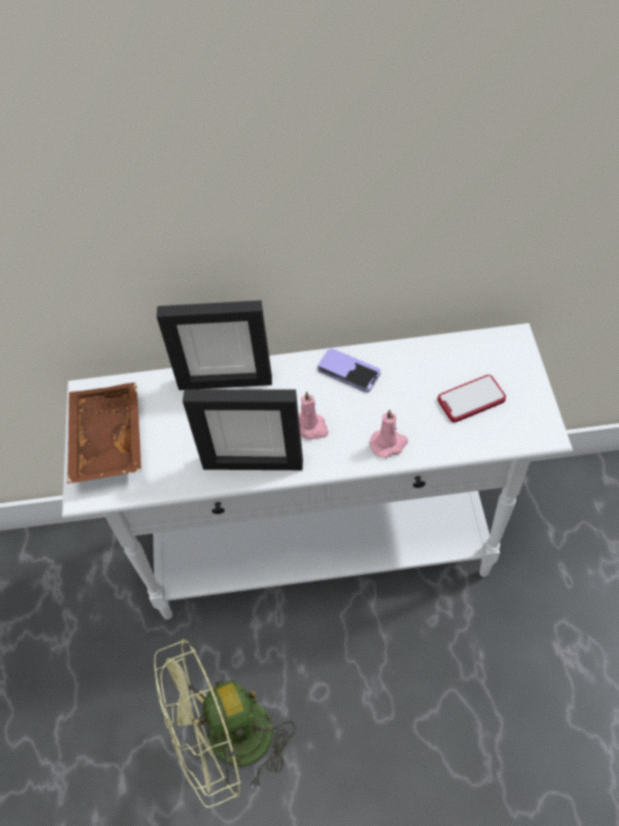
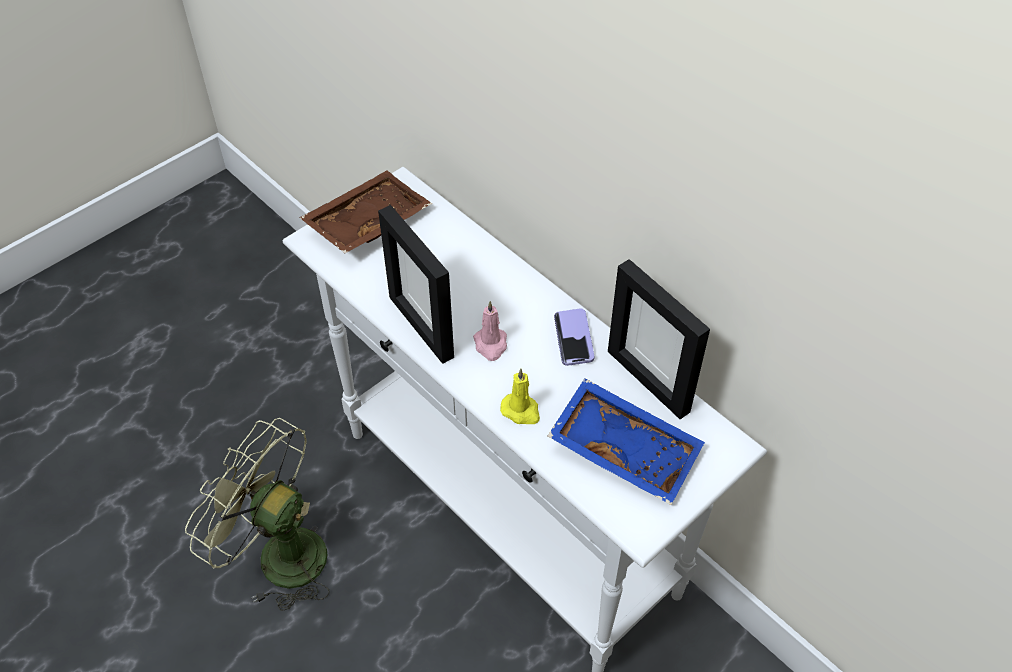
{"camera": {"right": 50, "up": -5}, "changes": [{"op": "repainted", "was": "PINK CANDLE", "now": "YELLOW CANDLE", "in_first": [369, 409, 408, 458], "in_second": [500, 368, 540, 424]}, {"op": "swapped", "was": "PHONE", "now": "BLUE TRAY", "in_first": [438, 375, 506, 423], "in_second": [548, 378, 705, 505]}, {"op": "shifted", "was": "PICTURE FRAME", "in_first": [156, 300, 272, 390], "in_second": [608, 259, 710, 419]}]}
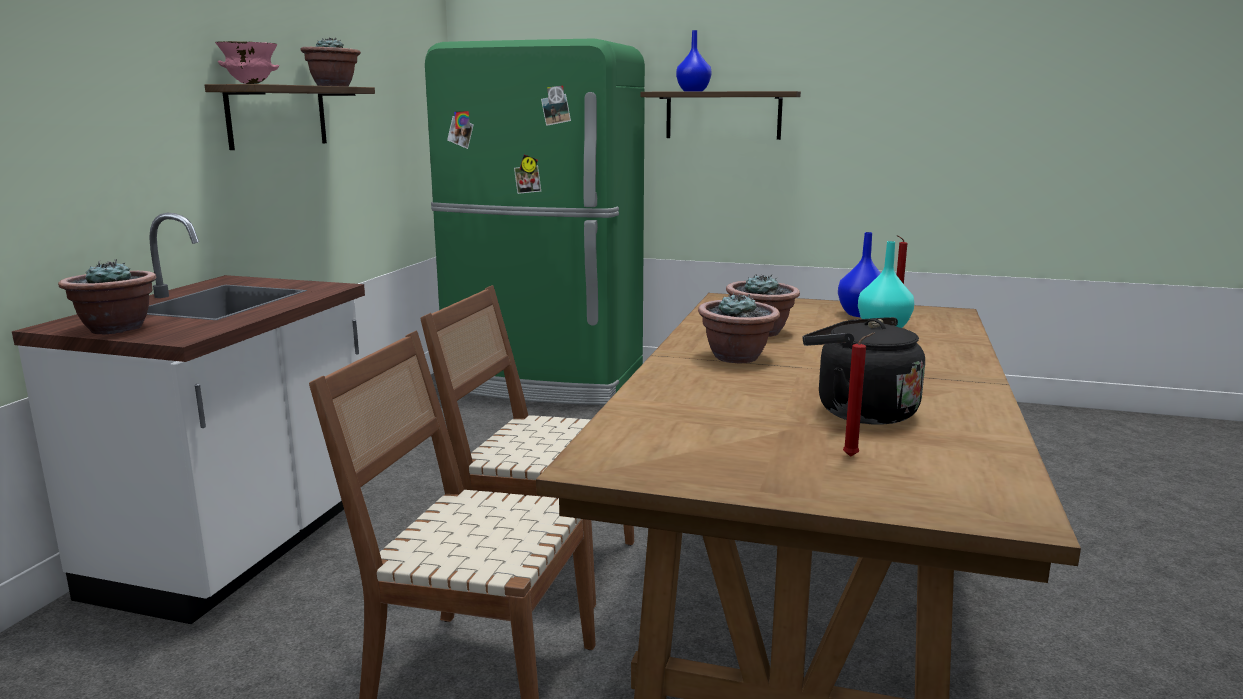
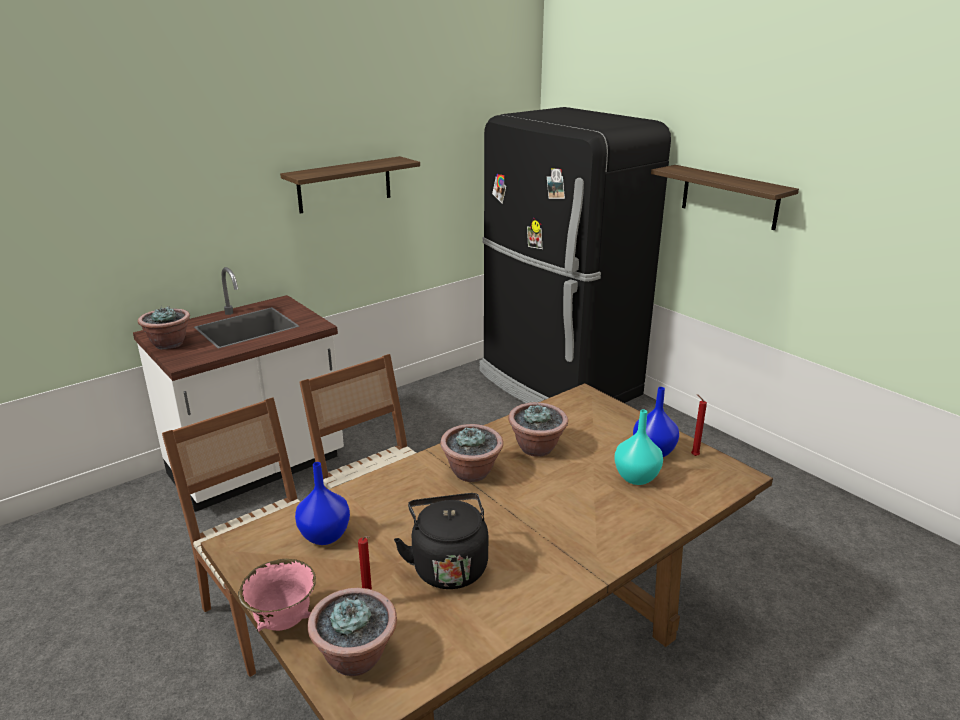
{"camera": {"right": 35, "up": 10}, "changes": [{"op": "shifted", "was": "PINK BOWL", "in_first": [215, 41, 279, 84], "in_second": [238, 559, 316, 632]}, {"op": "shifted", "was": "BLUE VASE", "in_first": [676, 30, 711, 91], "in_second": [295, 462, 350, 545]}, {"op": "shifted", "was": "POTTED PLANT", "in_first": [301, 37, 361, 87], "in_second": [308, 588, 397, 676]}, {"op": "repainted", "was": "GREEN FRIDGE", "now": "BLACK FRIDGE", "in_first": [425, 38, 645, 405], "in_second": [479, 107, 671, 403]}]}
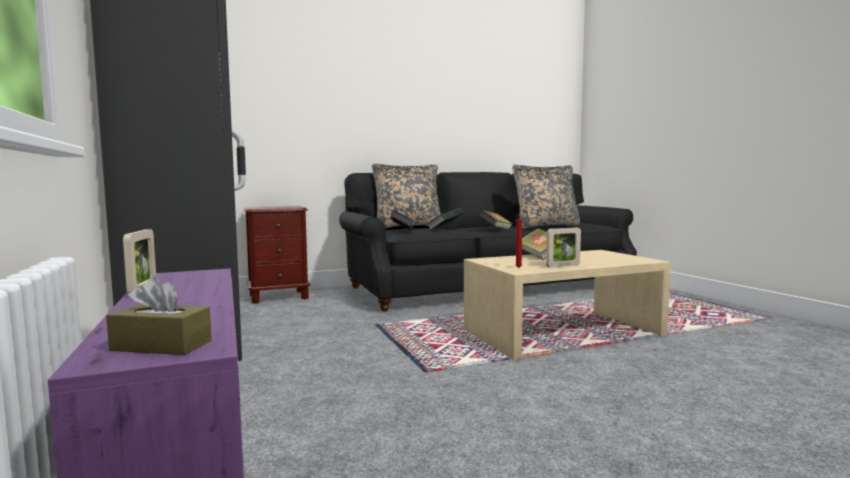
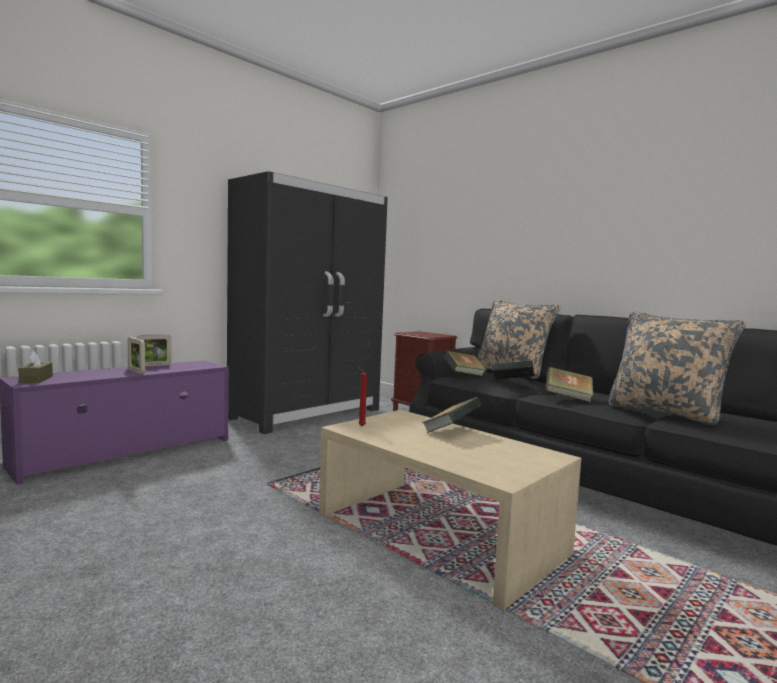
{"camera": {"right": 65, "up": 0}, "changes": [{"op": "shifted", "was": "PICTURE FRAME", "in_first": [546, 227, 581, 268], "in_second": [128, 337, 145, 374]}]}
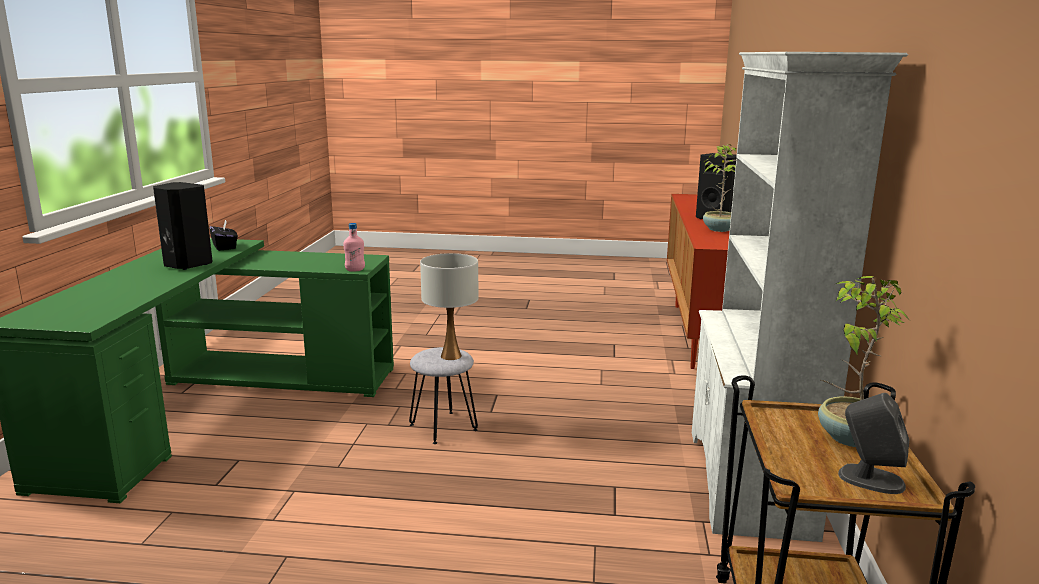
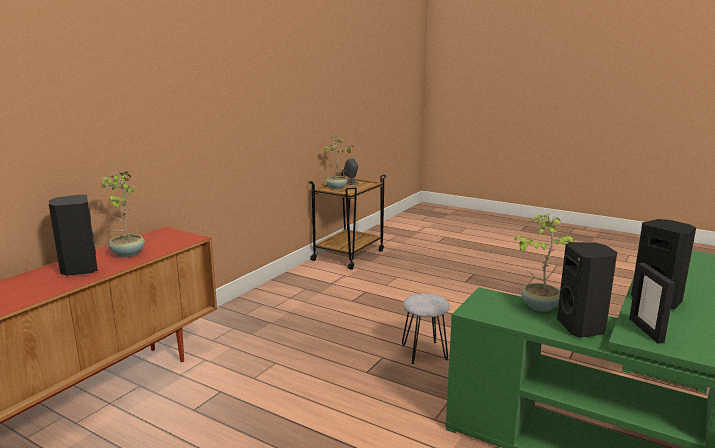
{"camera": {"right": -155, "up": 0}, "changes": [{"op": "new", "now": "POTTED PLANT", "in_second": [514, 213, 574, 312]}, {"op": "new", "now": "BLACK SPEAKER", "in_second": [557, 242, 617, 338]}, {"op": "swapped", "was": "BLACK TISSUE BOX", "now": "PICTURE FRAME", "in_first": [209, 219, 238, 251], "in_second": [629, 263, 675, 343]}, {"op": "gone", "was": "PINK BOTTLE", "in_first": [344, 223, 365, 272]}, {"op": "gone", "was": "WHITE TABLE LAMP", "in_first": [420, 253, 478, 360]}, {"op": "gone", "was": "WHITE BOOKCASE", "in_first": [692, 52, 908, 542]}]}
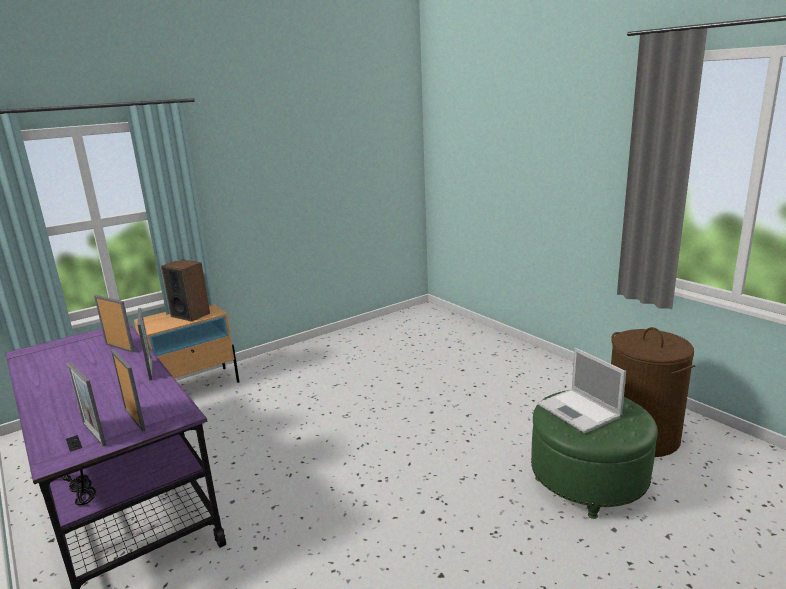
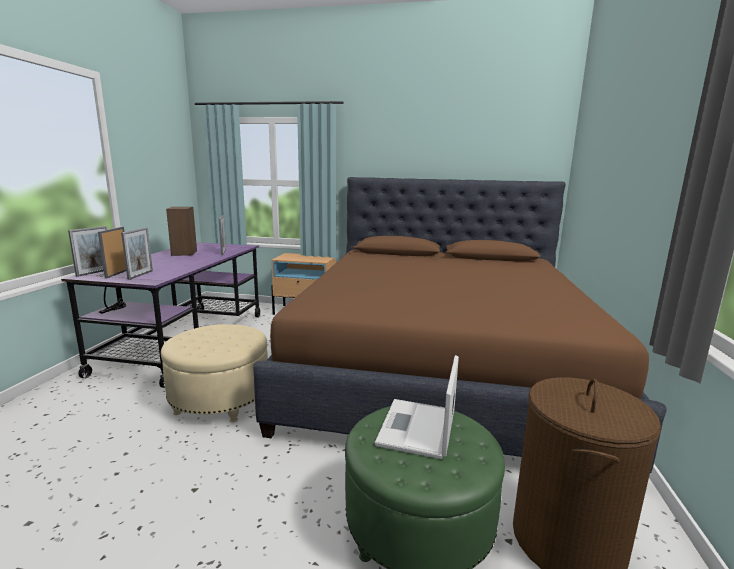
{"camera": {"right": 45, "up": -5}, "changes": [{"op": "shifted", "was": "PICTURE FRAME", "in_first": [137, 308, 152, 380], "in_second": [68, 226, 108, 277]}, {"op": "new", "now": "BEIGE OTTOMAN", "in_second": [161, 324, 268, 422]}, {"op": "shifted", "was": "SPEAKER", "in_first": [161, 260, 210, 322], "in_second": [166, 207, 197, 256]}, {"op": "new", "now": "BROWN BED", "in_second": [253, 177, 667, 473]}]}
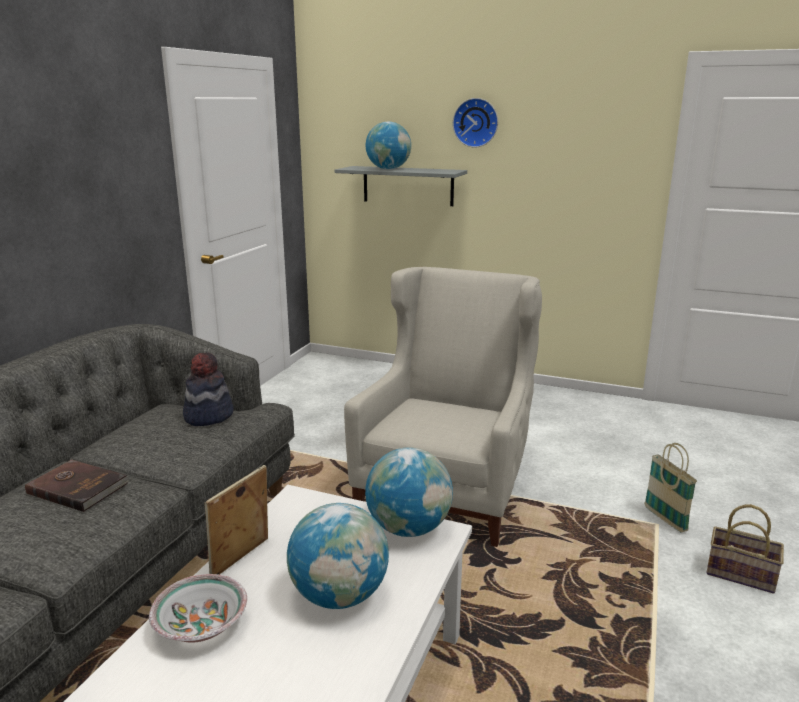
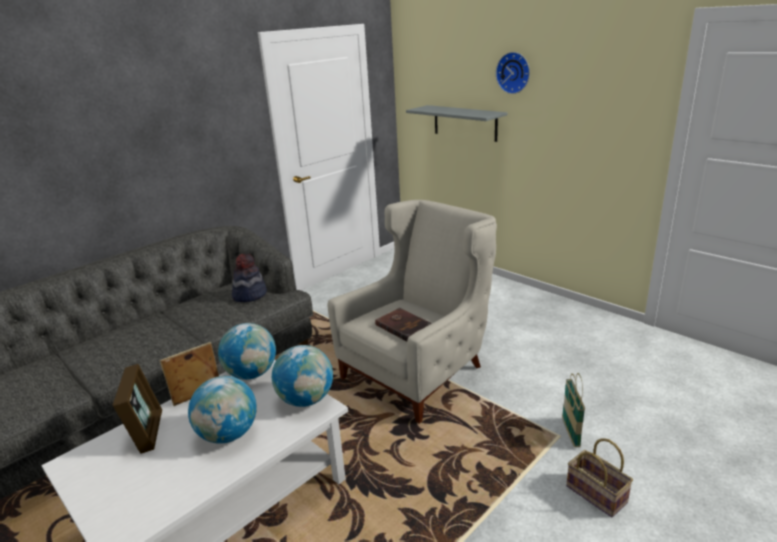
{"camera": {"right": 25, "up": 5}, "changes": [{"op": "swapped", "was": "BOWL", "now": "PICTURE FRAME", "in_first": [149, 574, 247, 643], "in_second": [113, 364, 162, 454]}, {"op": "shifted", "was": "GLOBE", "in_first": [366, 122, 411, 169], "in_second": [218, 323, 276, 380]}, {"op": "shifted", "was": "BROWN BOOK", "in_first": [25, 459, 129, 512], "in_second": [375, 308, 432, 341]}]}
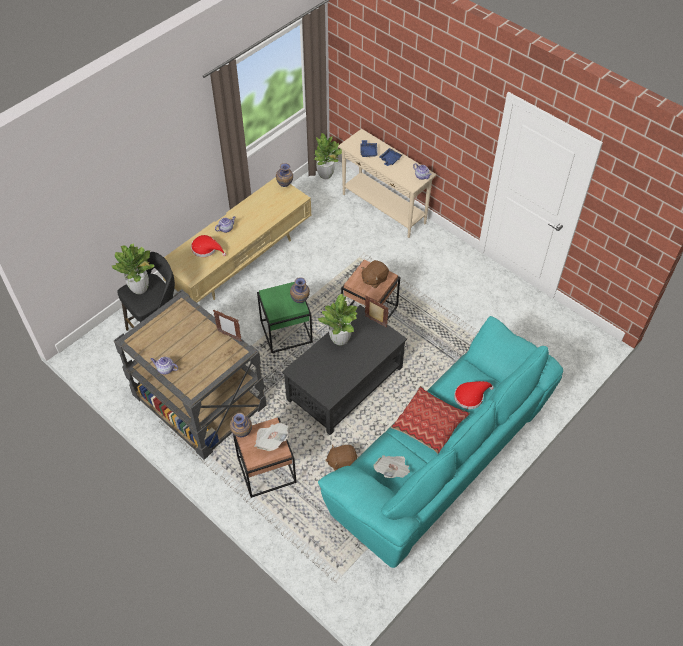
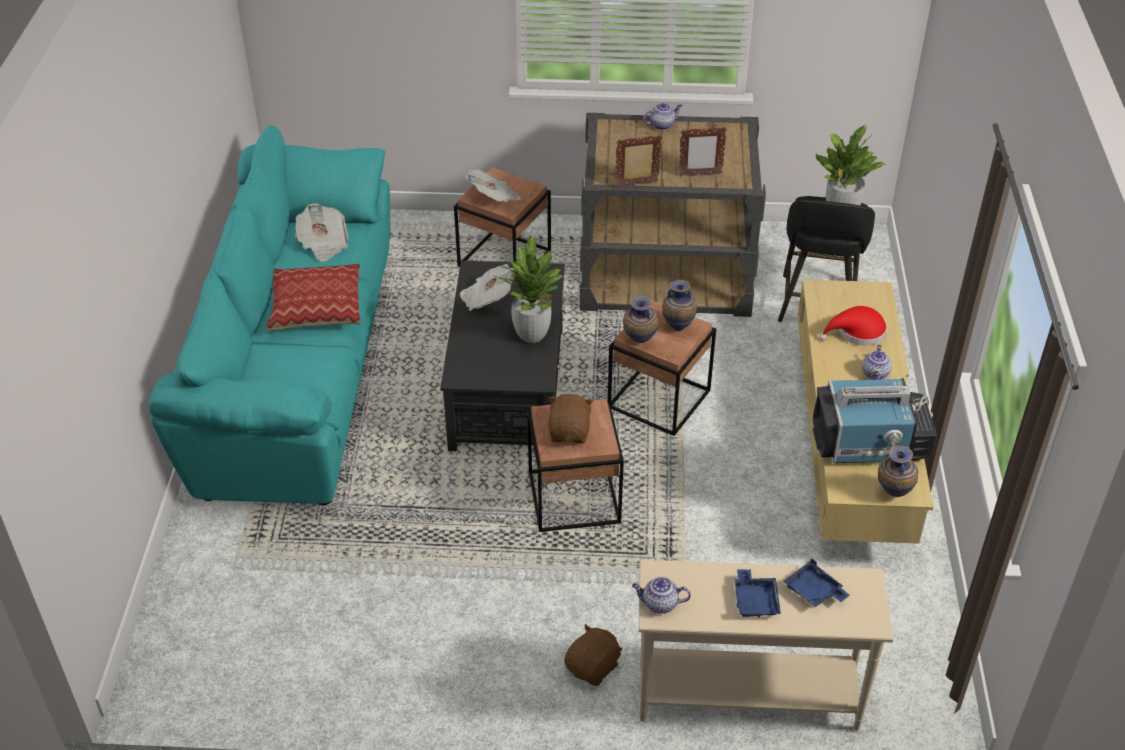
{"camera": {"right": 140, "up": -10}, "changes": [{"op": "new", "now": "NEWSPAPER", "in_second": [460, 264, 515, 311]}, {"op": "shifted", "was": "BROWN PLUSH TOY", "in_first": [325, 445, 357, 471], "in_second": [564, 624, 623, 686]}, {"op": "repainted", "was": "GREEN SIDE TABLE", "now": "BROWN SIDE TABLE", "in_first": [257, 282, 313, 353], "in_second": [608, 300, 716, 436]}, {"op": "shifted", "was": "VASE", "in_first": [230, 413, 252, 437], "in_second": [662, 280, 697, 331]}, {"op": "shifted", "was": "PICTURE FRAME", "in_first": [365, 296, 389, 327], "in_second": [679, 127, 727, 176]}, {"op": "new", "now": "TELEVISION", "in_second": [813, 378, 937, 463]}, {"op": "gone", "was": "POTTED PLANT", "in_first": [314, 133, 342, 179]}, {"op": "gone", "was": "RED HAT", "in_first": [454, 381, 494, 409]}]}
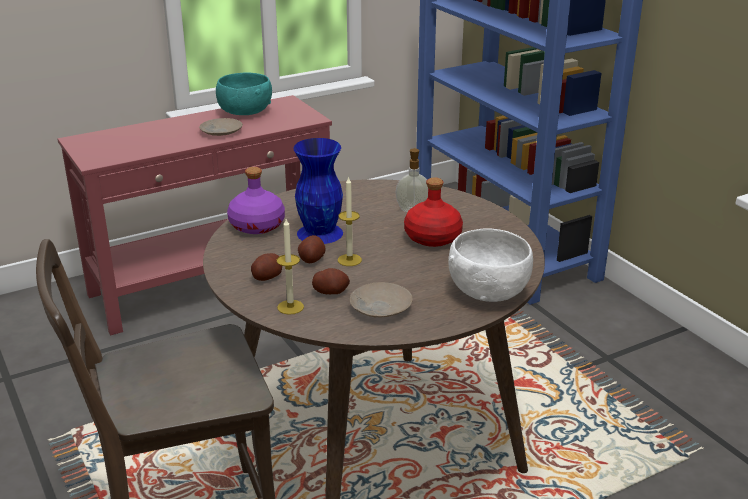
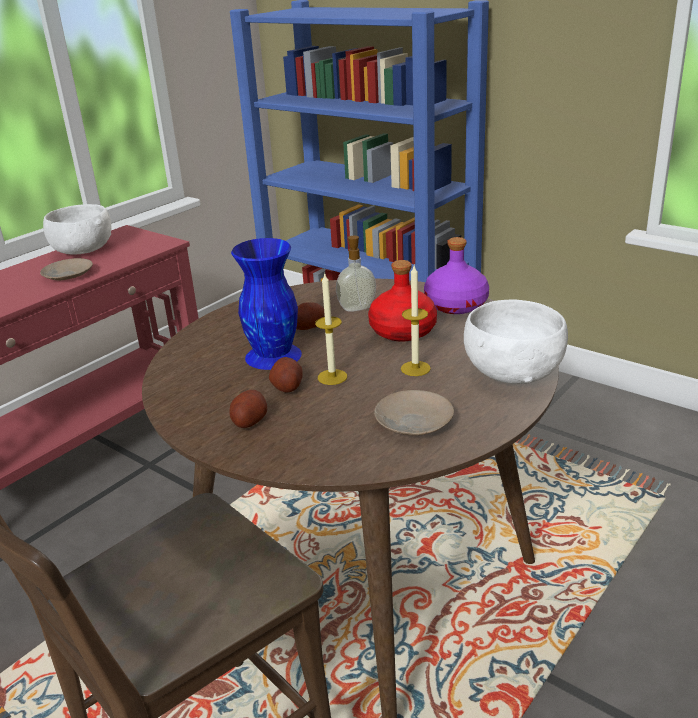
{"camera": {"right": -20, "up": 0}, "changes": [{"op": "repainted", "was": "TURQUOISE BOWL", "now": "WHITE BOWL", "in_first": [216, 73, 272, 115], "in_second": [43, 204, 111, 255]}, {"op": "shifted", "was": "POTATO", "in_first": [312, 268, 350, 294], "in_second": [296, 302, 325, 330]}, {"op": "shifted", "was": "CANDLE", "in_first": [277, 219, 304, 315], "in_second": [401, 266, 431, 376]}, {"op": "shifted", "was": "PURPLE BOTTLE", "in_first": [227, 167, 285, 234], "in_second": [424, 237, 489, 314]}]}
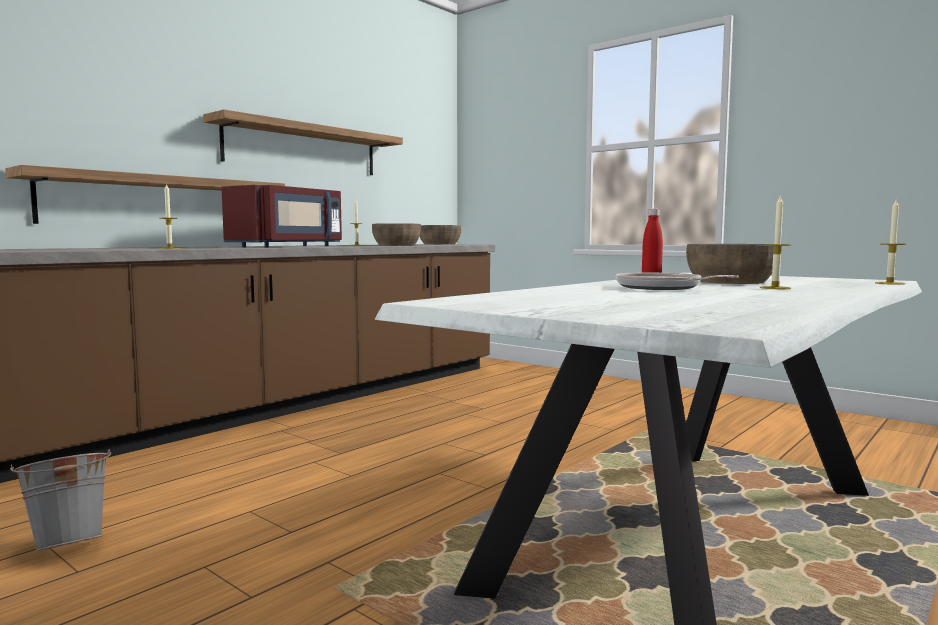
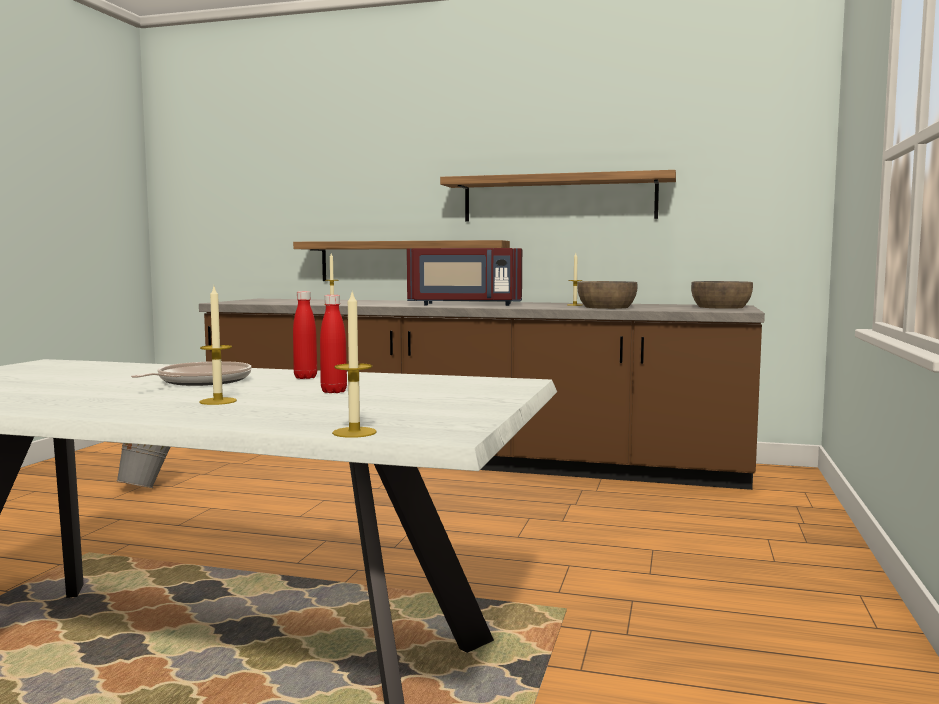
{"camera": {"right": 65, "up": 0}, "changes": [{"op": "swapped", "was": "BROWN BOWL", "now": "RED BOTTLE", "in_first": [686, 244, 774, 284], "in_second": [320, 295, 347, 393]}]}
